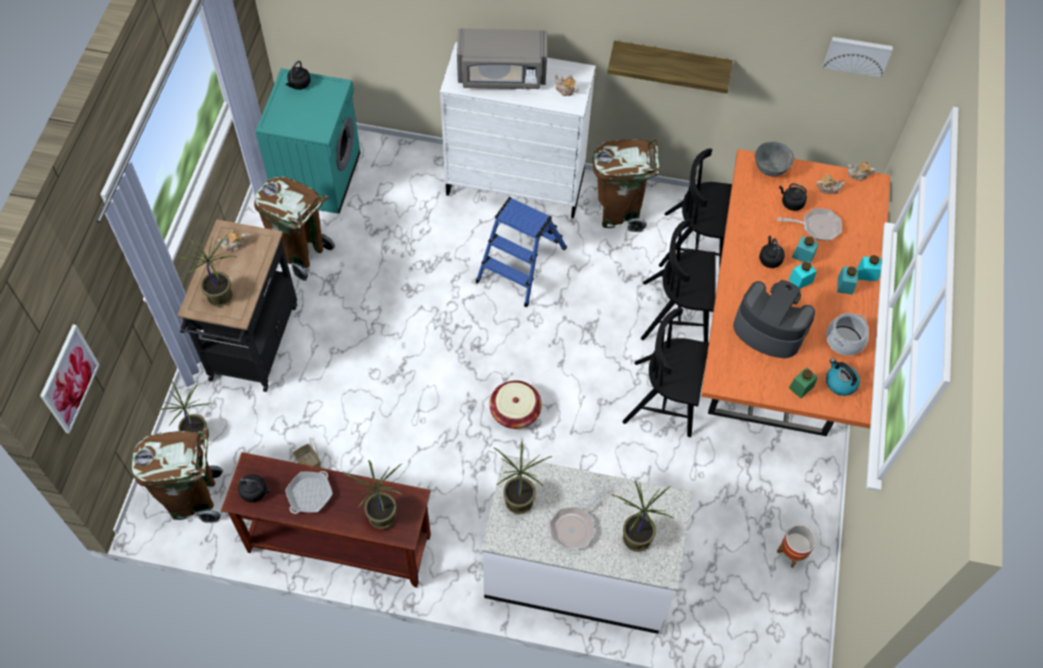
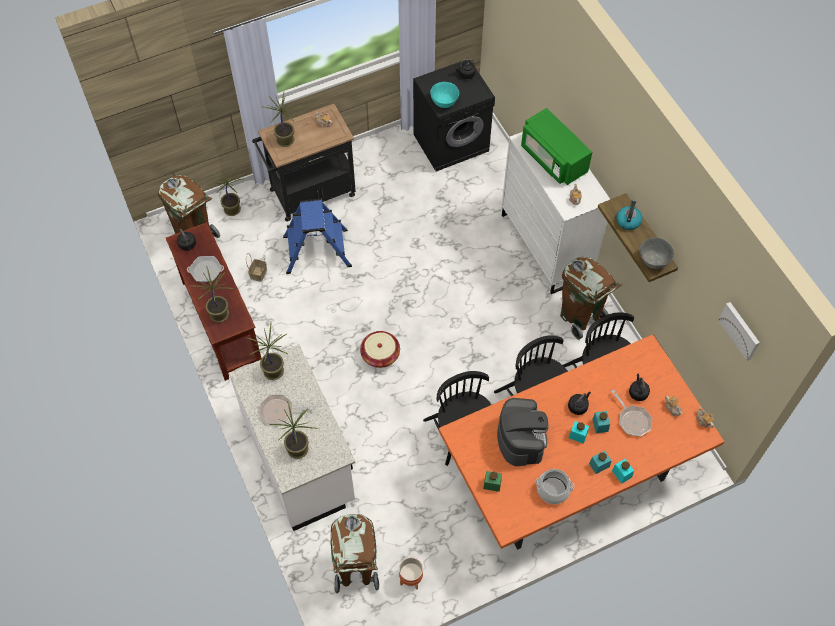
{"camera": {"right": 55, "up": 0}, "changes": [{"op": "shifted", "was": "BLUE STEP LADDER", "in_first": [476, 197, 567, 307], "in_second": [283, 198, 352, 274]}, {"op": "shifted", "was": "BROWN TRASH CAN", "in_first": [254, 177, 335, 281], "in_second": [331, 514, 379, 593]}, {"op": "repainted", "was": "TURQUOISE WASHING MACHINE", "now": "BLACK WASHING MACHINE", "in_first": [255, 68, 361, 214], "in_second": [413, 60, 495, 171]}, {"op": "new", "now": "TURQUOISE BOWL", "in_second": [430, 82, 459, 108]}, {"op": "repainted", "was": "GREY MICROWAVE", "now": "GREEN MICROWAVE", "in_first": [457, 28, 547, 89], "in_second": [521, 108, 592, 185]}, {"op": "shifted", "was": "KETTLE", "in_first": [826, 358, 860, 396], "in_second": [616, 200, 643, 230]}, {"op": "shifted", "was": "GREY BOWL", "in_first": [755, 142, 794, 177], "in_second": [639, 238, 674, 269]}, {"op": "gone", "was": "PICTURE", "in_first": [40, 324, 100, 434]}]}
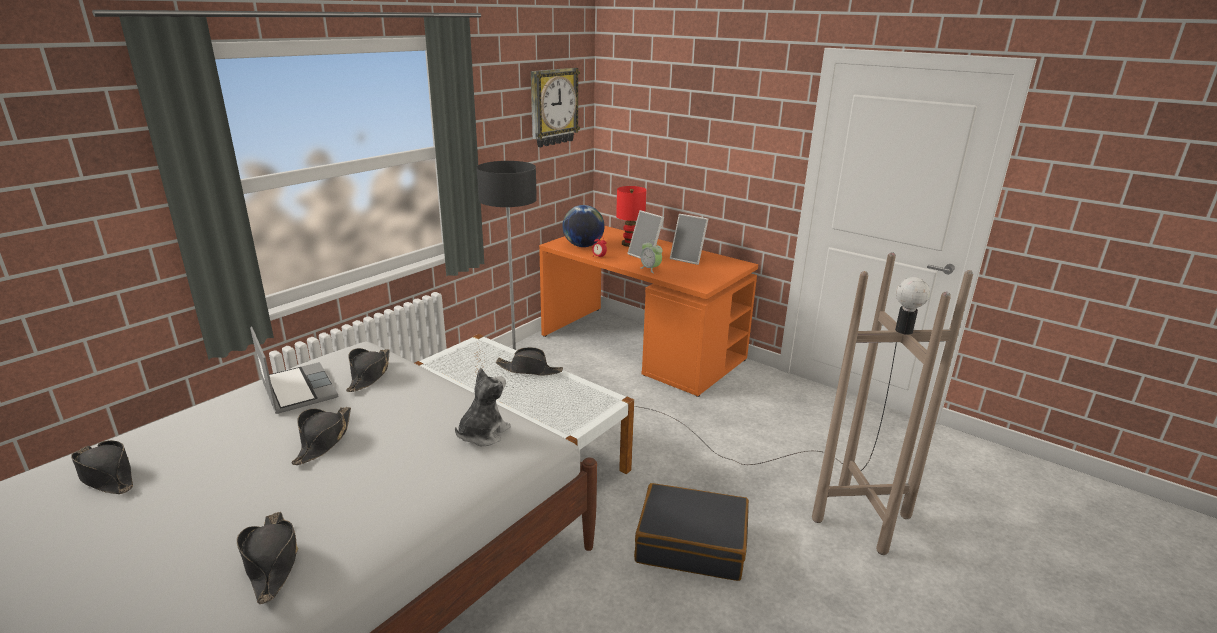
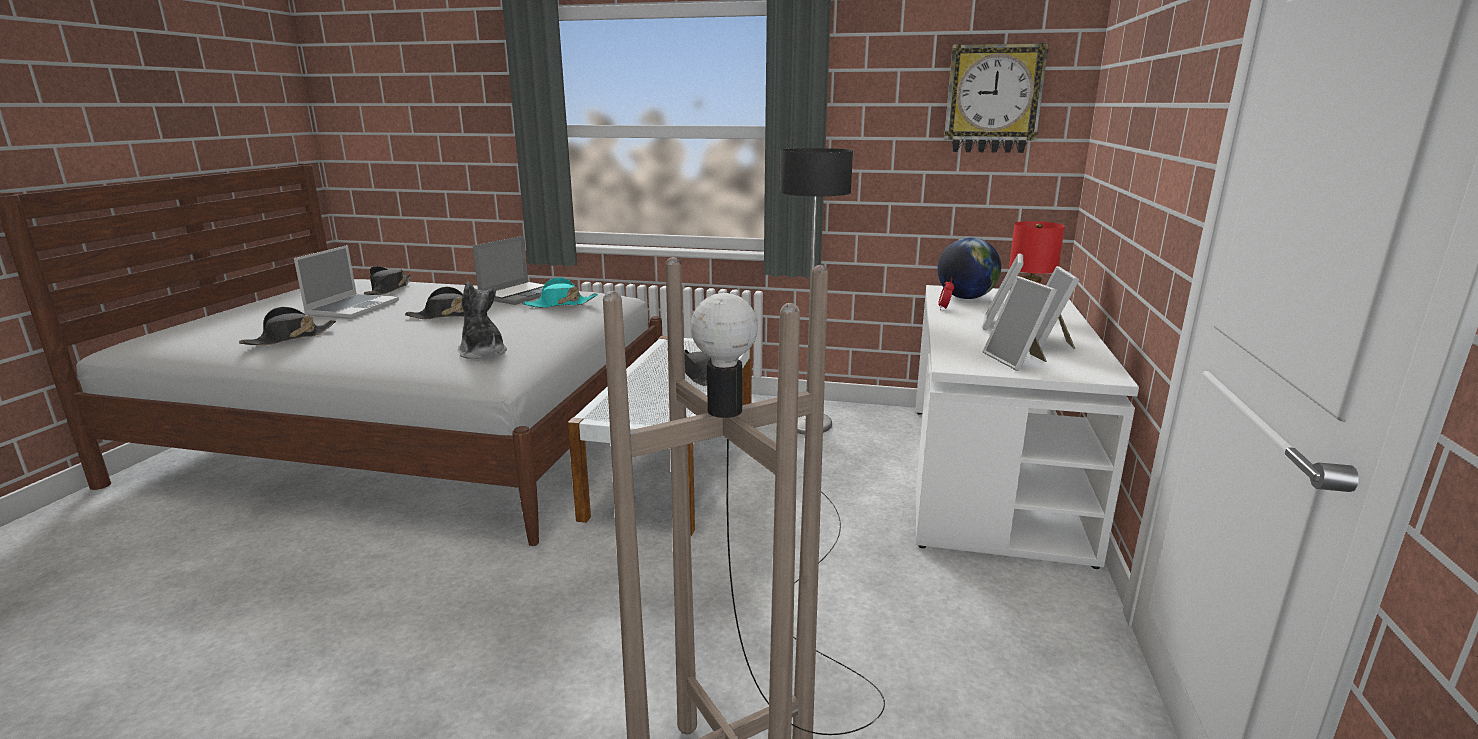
{"camera": {"right": 65, "up": -5}, "changes": [{"op": "new", "now": "LAPTOP", "in_second": [294, 245, 399, 319]}, {"op": "rotated", "was": "PLUSH TOY", "in_first": [455, 368, 511, 446], "in_second": [458, 282, 507, 359], "clockwise": -135}, {"op": "repainted", "was": "BLACK HAT", "now": "TURQUOISE HAT", "in_first": [346, 348, 390, 392], "in_second": [522, 277, 598, 308]}, {"op": "repainted", "was": "ORANGE DESK", "now": "WHITE DESK", "in_first": [539, 226, 758, 397], "in_second": [915, 285, 1139, 569]}, {"op": "new", "now": "PICTURE FRAME", "in_second": [983, 276, 1057, 371]}, {"op": "gone", "was": "BLACK SUITCASE", "in_first": [634, 483, 749, 581]}, {"op": "gone", "was": "ALARM CLOCK", "in_first": [640, 240, 662, 273]}]}
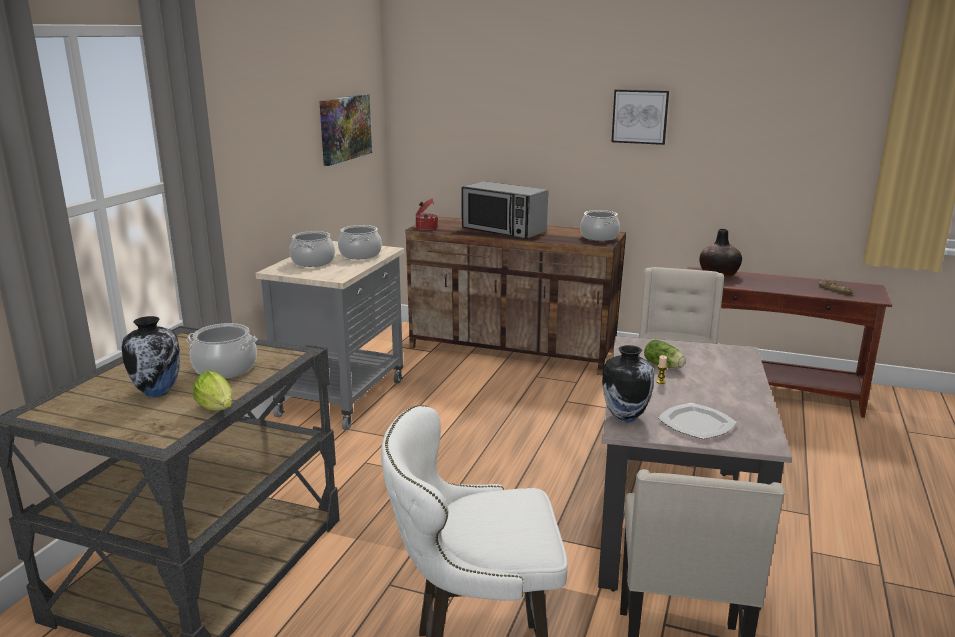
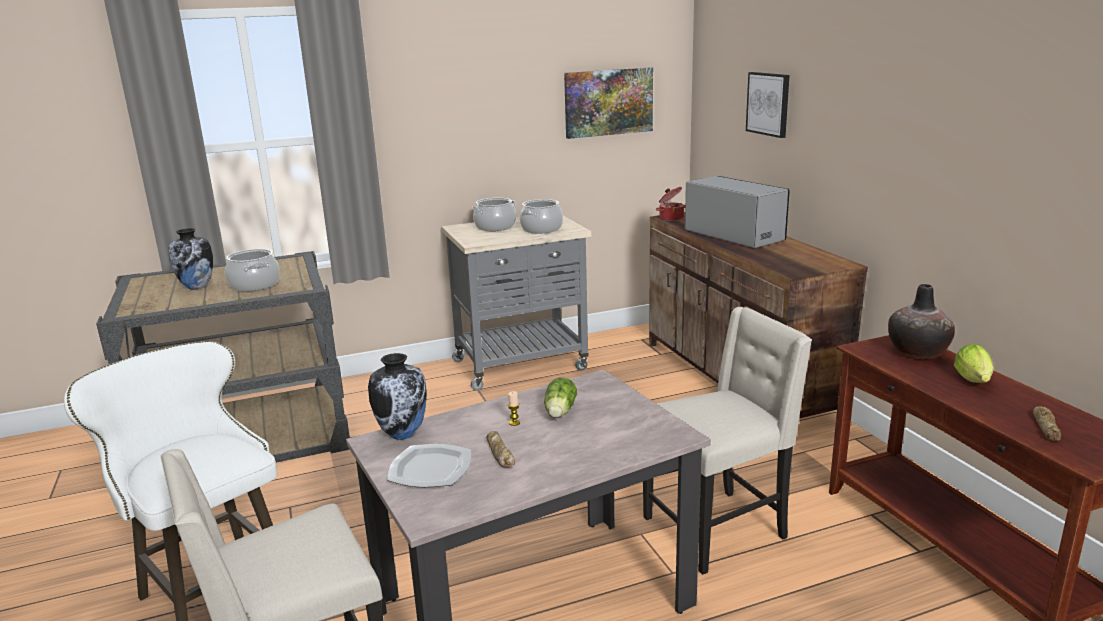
{"camera": {"right": 50, "up": 0}, "changes": [{"op": "new", "now": "BREAD", "in_second": [487, 431, 515, 468]}, {"op": "rotated", "was": "MICROWAVE", "in_first": [461, 181, 548, 239], "in_second": [685, 176, 790, 249], "clockwise": 150}, {"op": "shifted", "was": "PICTURE", "in_first": [611, 89, 669, 145], "in_second": [746, 72, 790, 138]}, {"op": "shifted", "was": "LETTUCE", "in_first": [193, 371, 233, 411], "in_second": [954, 344, 994, 383]}, {"op": "gone", "was": "COOKING POT", "in_first": [580, 210, 620, 241]}]}
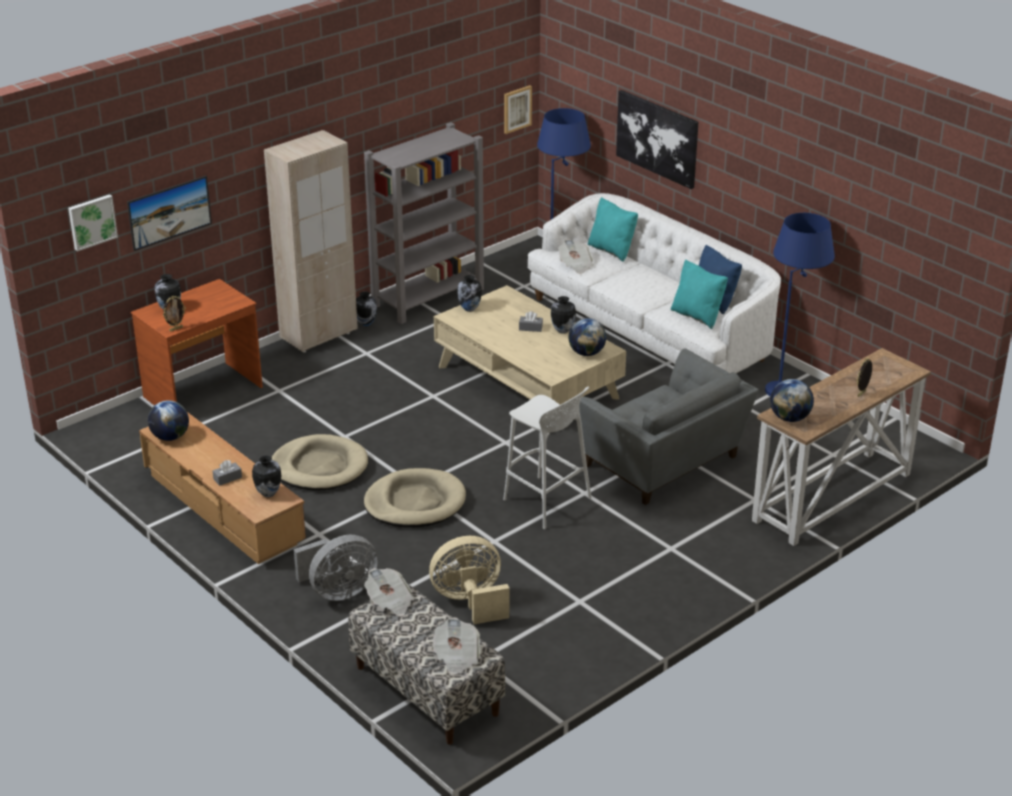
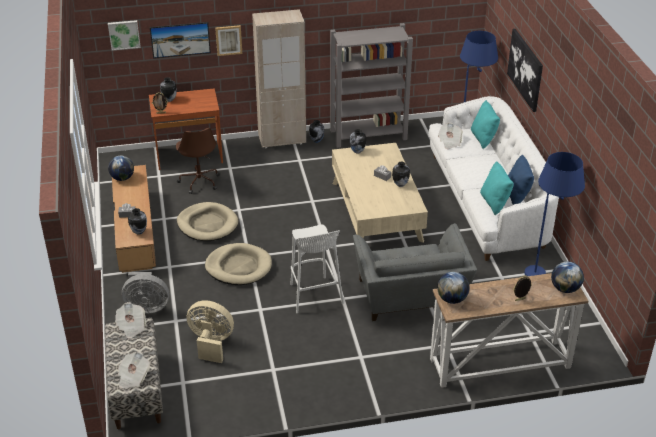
{"camera": {"right": 30, "up": 5}, "changes": [{"op": "new", "now": "BROWN OFFICE CHAIR", "in_second": [176, 128, 220, 194]}, {"op": "shifted", "was": "PICTURE", "in_first": [504, 85, 532, 134], "in_second": [215, 25, 242, 56]}, {"op": "shifted", "was": "GLOBE", "in_first": [568, 318, 606, 356], "in_second": [551, 261, 584, 293]}]}
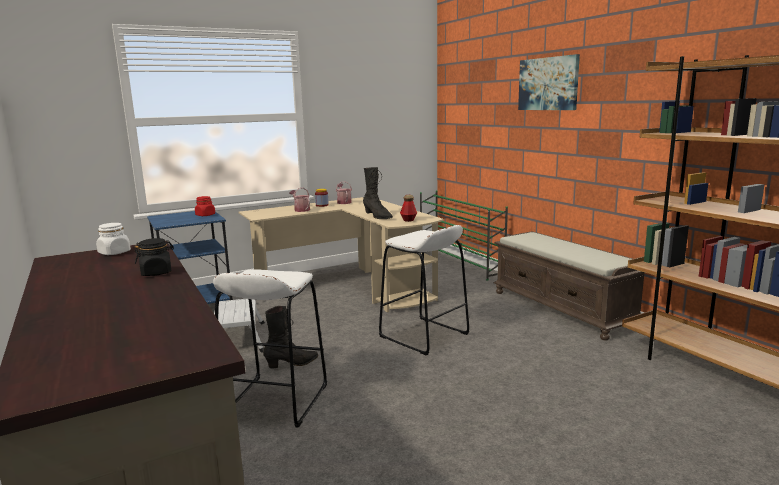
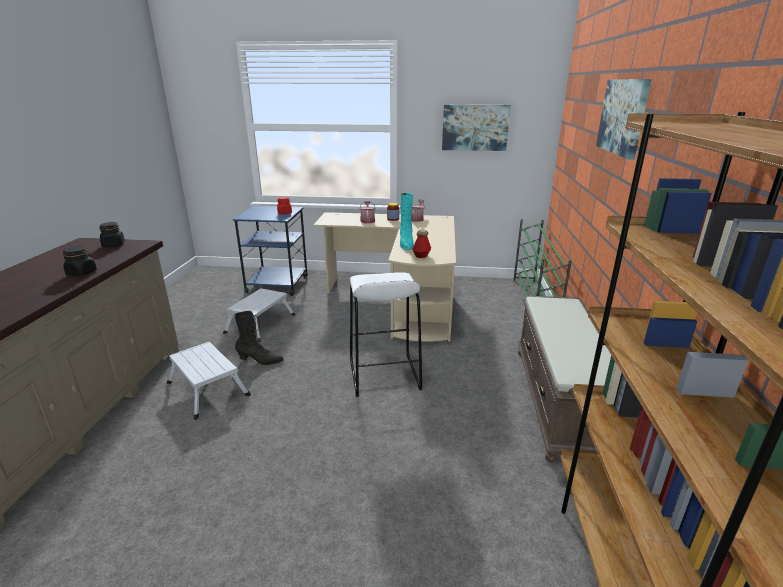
{"camera": {"right": 35, "up": 10}, "changes": [{"op": "repainted", "was": "WHITE JAR", "now": "BLACK JAR", "in_first": [96, 223, 131, 255], "in_second": [99, 222, 125, 247]}, {"op": "swapped", "was": "WHITE STOOL", "now": "WHITE STEP LADDER", "in_first": [213, 269, 327, 428], "in_second": [166, 341, 251, 420]}, {"op": "repainted", "was": "BLACK BOOT", "now": "TURQUOISE BOOT", "in_first": [363, 167, 393, 219], "in_second": [400, 193, 414, 250]}, {"op": "new", "now": "PICTURE", "in_second": [442, 105, 511, 151]}]}
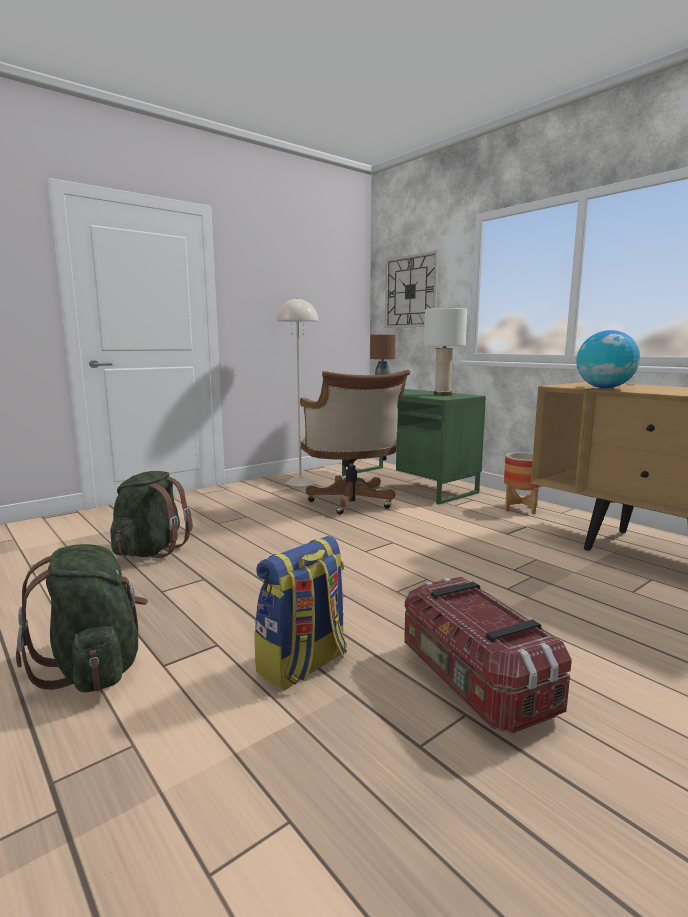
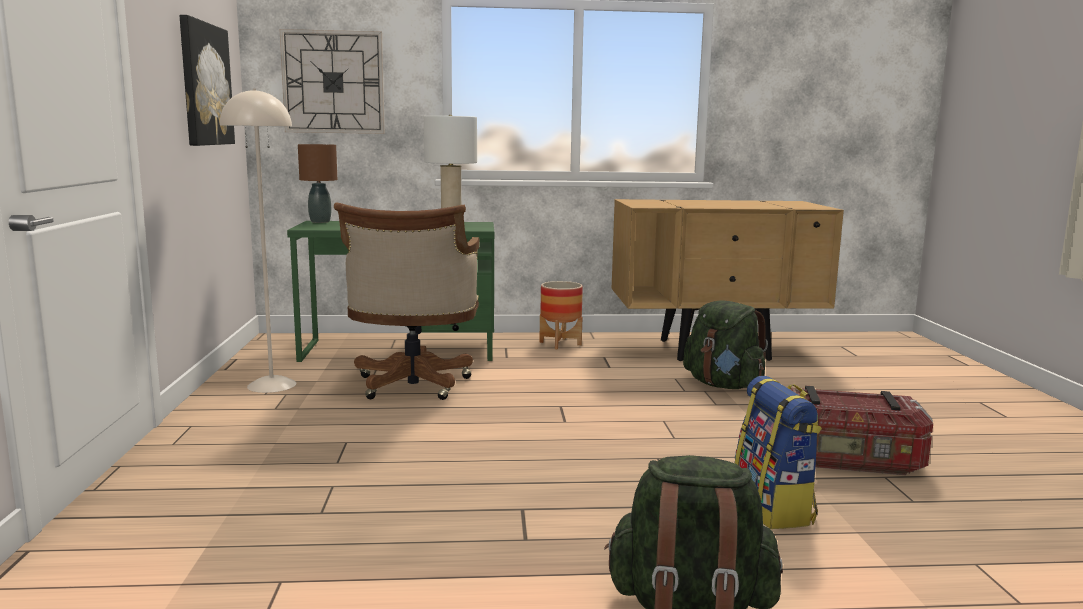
{"camera": {"right": -55, "up": 0}, "changes": [{"op": "new", "now": "PICTURE", "in_second": [179, 15, 235, 146]}, {"op": "rotated", "was": "OFFICE CHAIR", "in_first": [300, 370, 410, 514], "in_second": [334, 202, 480, 400], "clockwise": 75}, {"op": "shifted", "was": "GREEN BACKPACK", "in_first": [110, 471, 193, 558], "in_second": [683, 300, 768, 389]}, {"op": "gone", "was": "GLOBE", "in_first": [576, 330, 640, 388]}]}
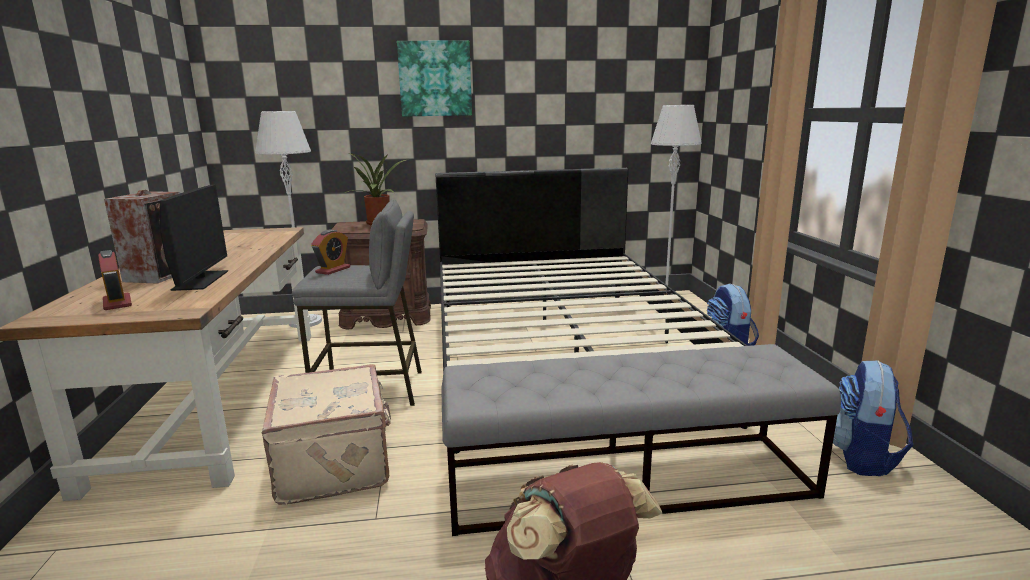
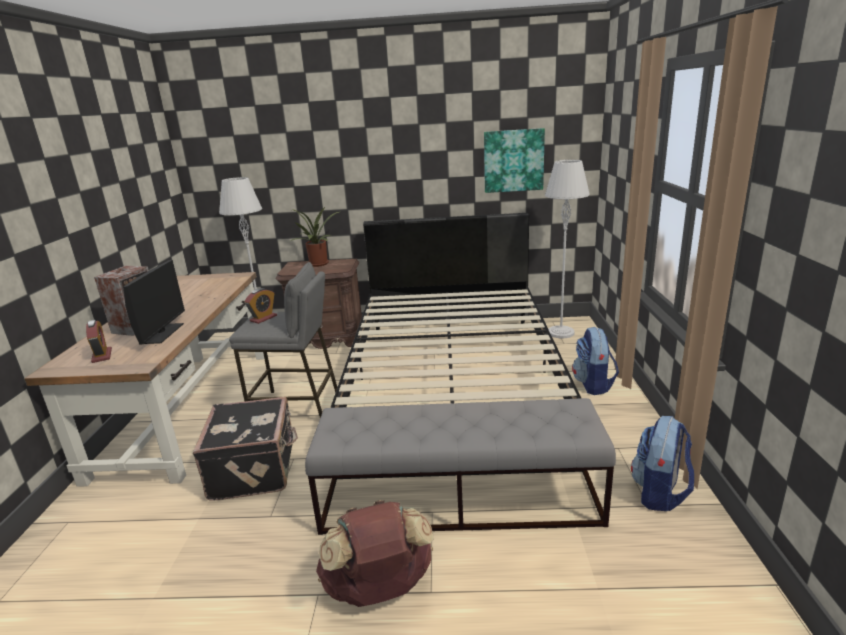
{"camera": {"right": 10, "up": 5}, "changes": [{"op": "repainted", "was": "BEIGE SUITCASE", "now": "BLACK SUITCASE", "in_first": [262, 364, 391, 505], "in_second": [193, 397, 298, 501]}, {"op": "shifted", "was": "PICTURE", "in_first": [397, 41, 472, 116], "in_second": [484, 128, 545, 193]}]}
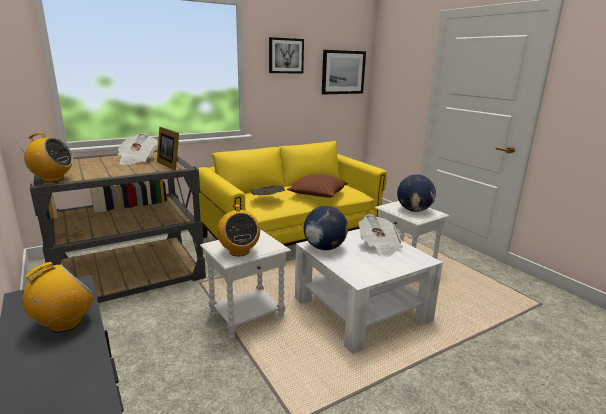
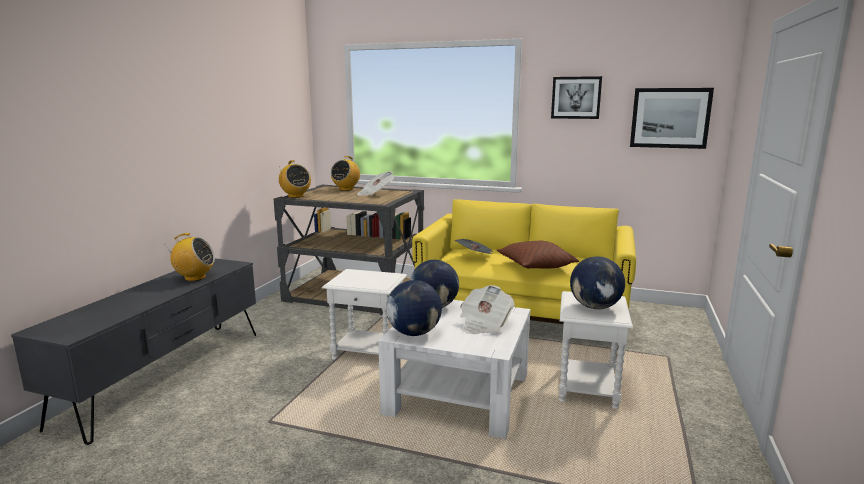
{"camera": {"right": 50, "up": -5}, "changes": [{"op": "shifted", "was": "RADIO", "in_first": [217, 204, 260, 256], "in_second": [331, 156, 360, 191]}, {"op": "new", "now": "GLOBE", "in_second": [386, 280, 442, 336]}, {"op": "gone", "was": "PICTURE FRAME", "in_first": [157, 127, 179, 171]}]}
